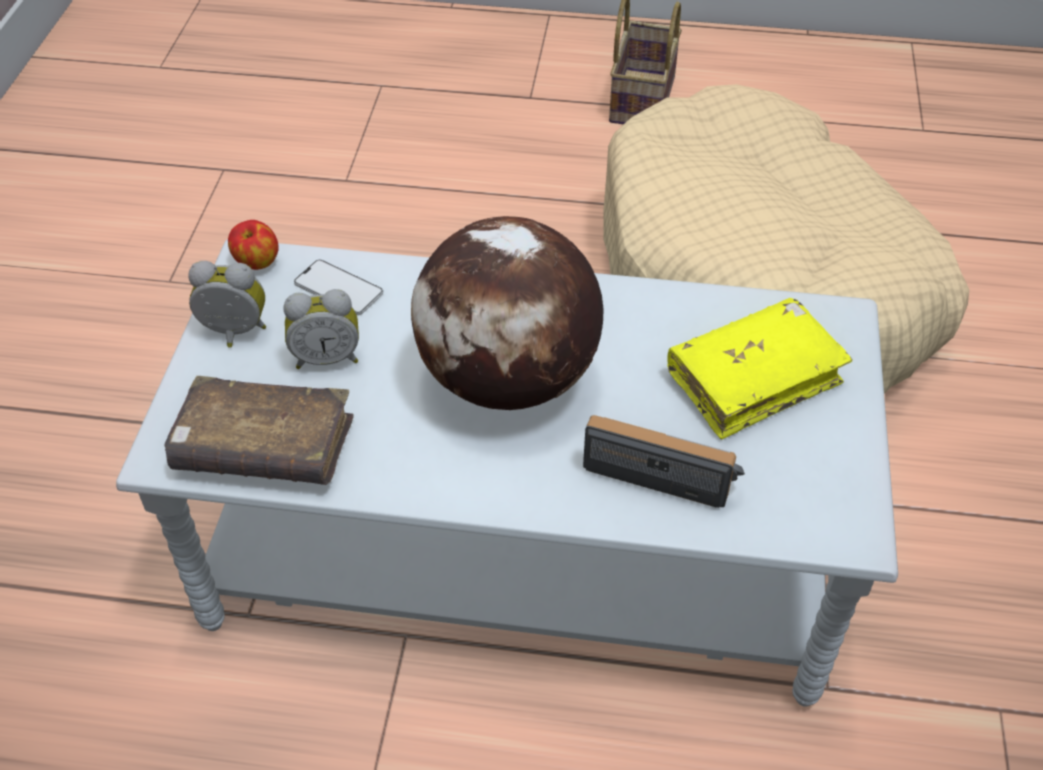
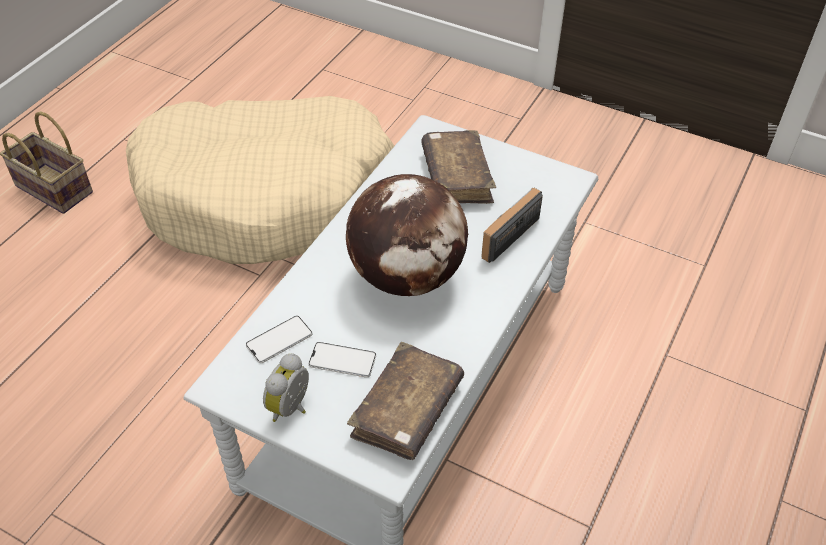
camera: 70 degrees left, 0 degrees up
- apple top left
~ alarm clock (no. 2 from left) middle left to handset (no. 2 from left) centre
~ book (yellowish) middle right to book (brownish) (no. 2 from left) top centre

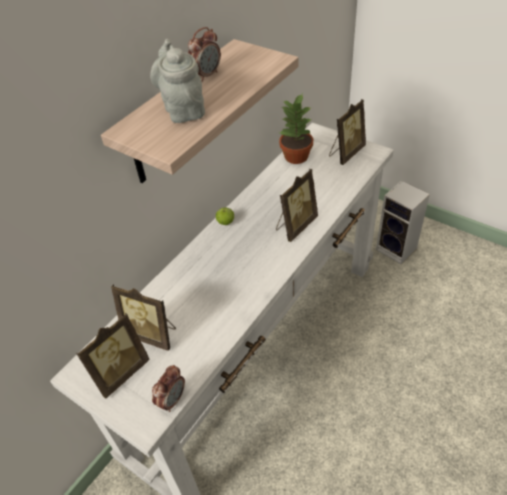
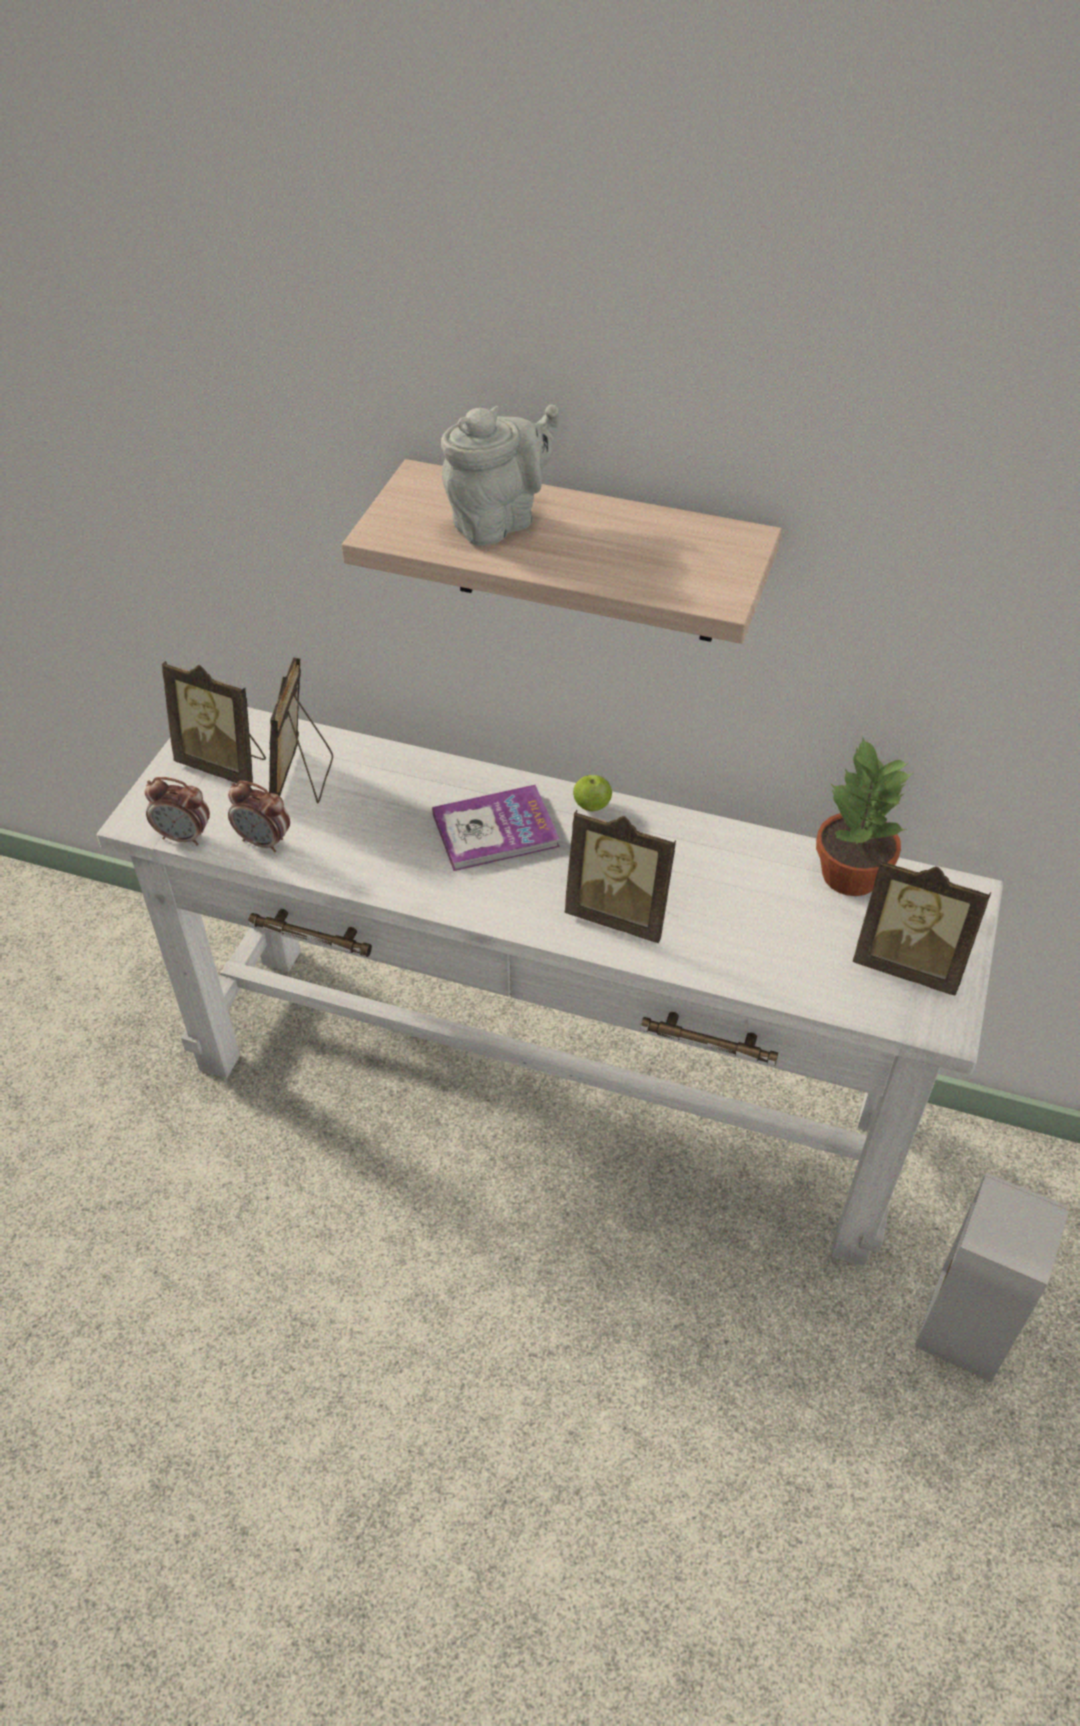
camera: 70 degrees right, 0 degrees up
~ alarm clock (no. 2 from left) top centre to middle left
+ book centre

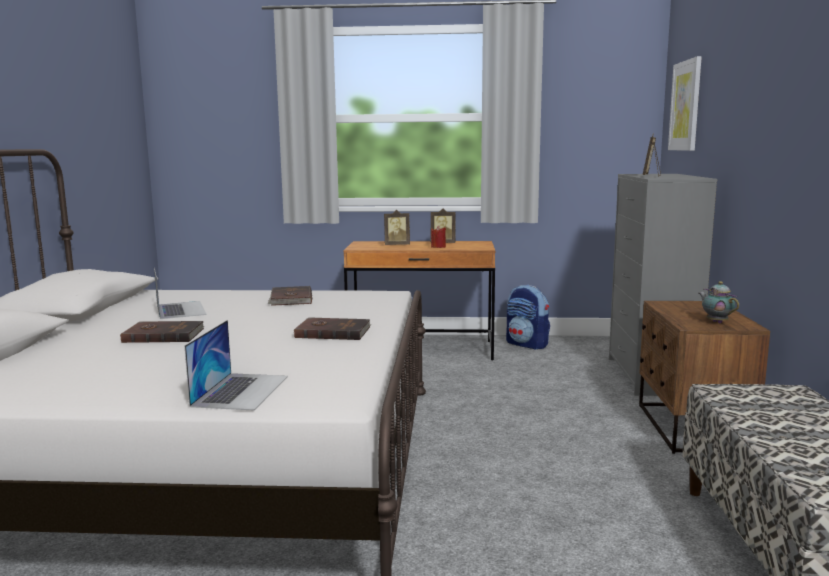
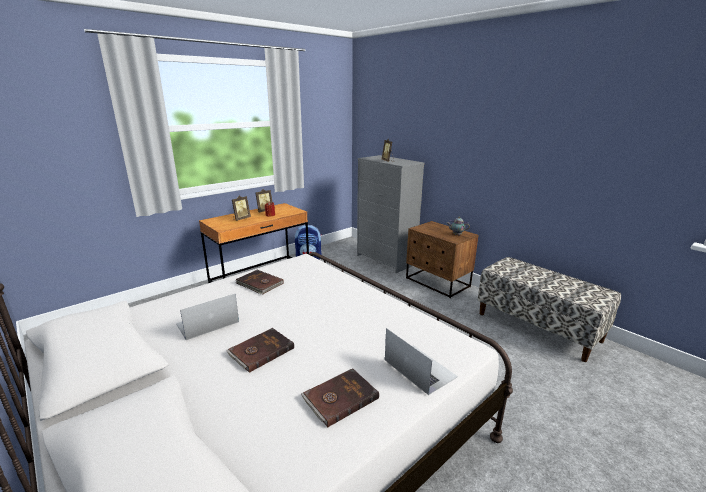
camera: 45 degrees left, 10 degrees up
~ laptop (no. 1 from left) middle left = middle left 60 degrees counterclockwise
~ book (brownish) (no. 3 from left) centre to bottom centre
- wall picture top right

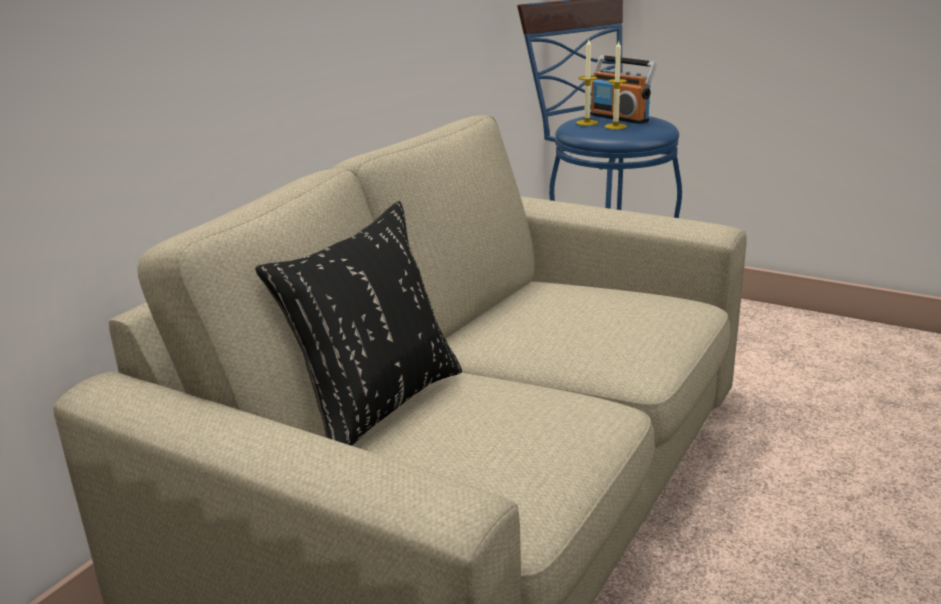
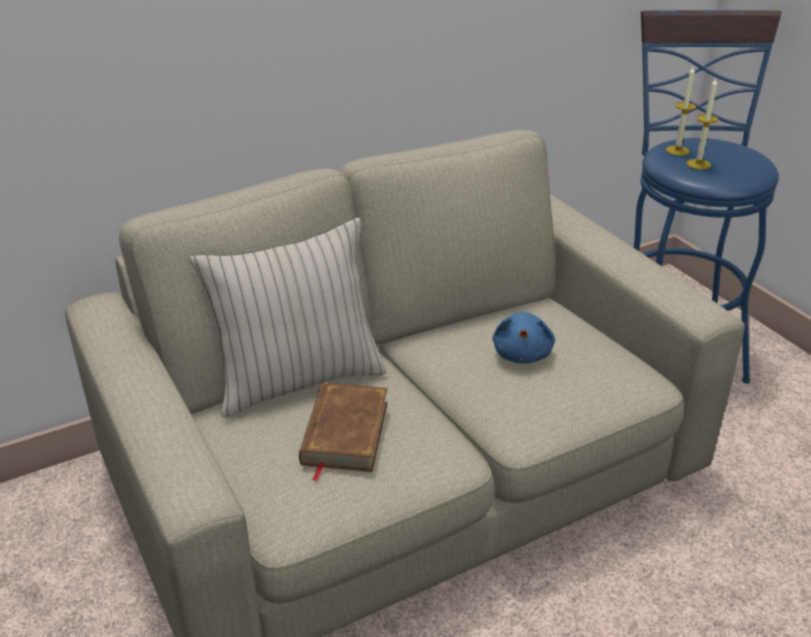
camera: 30 degrees right, 10 degrees up
~ pillow (black) centre to pillow (beige-coloured) centre
- radio receiver top centre
+ book (brownish) bottom centre
+ plush toy (bluish) centre

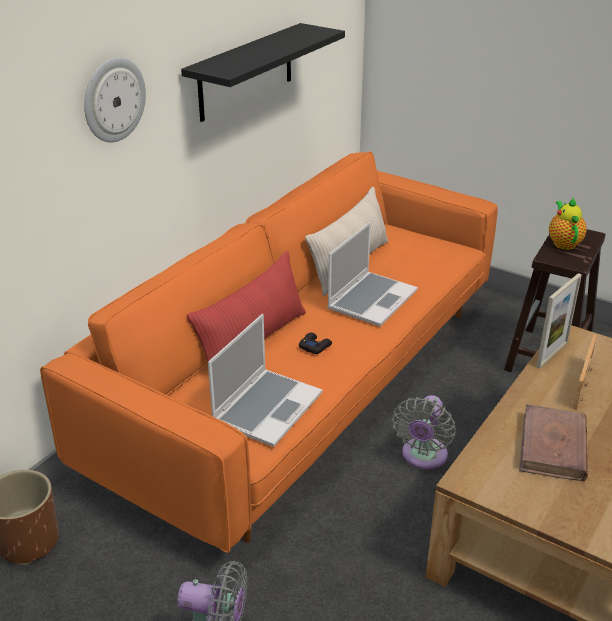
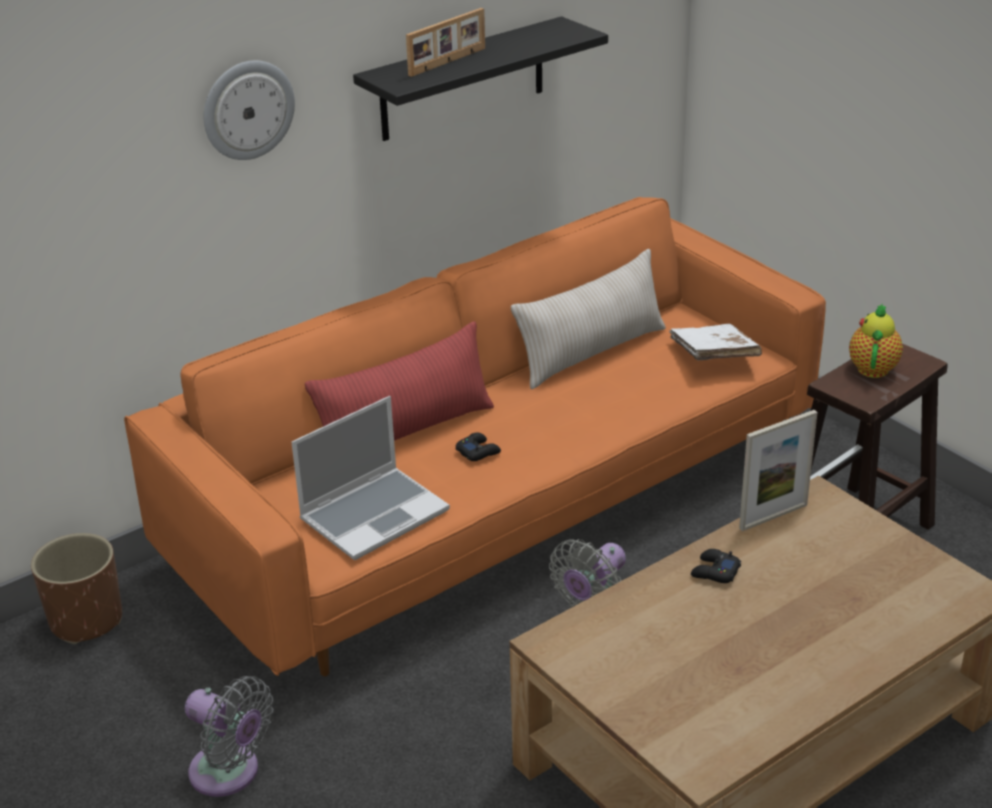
camera: 20 degrees right, 0 degrees up
- laptop (no. 2 from left) centre
- book (brownish) bottom right
~ standing frame (no. 2 from left in the first image) middle right to standing frame (no. 1 from left) top centre
+ book (white) middle right
+ game controller (black) (no. 2 from left) bottom right

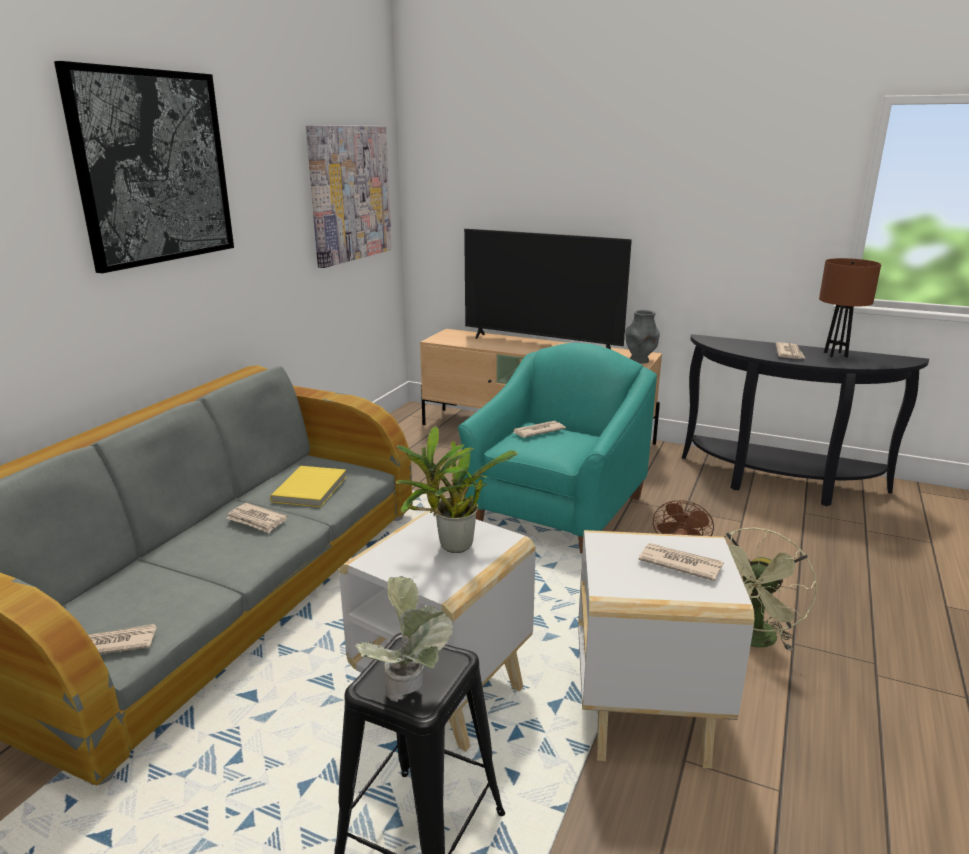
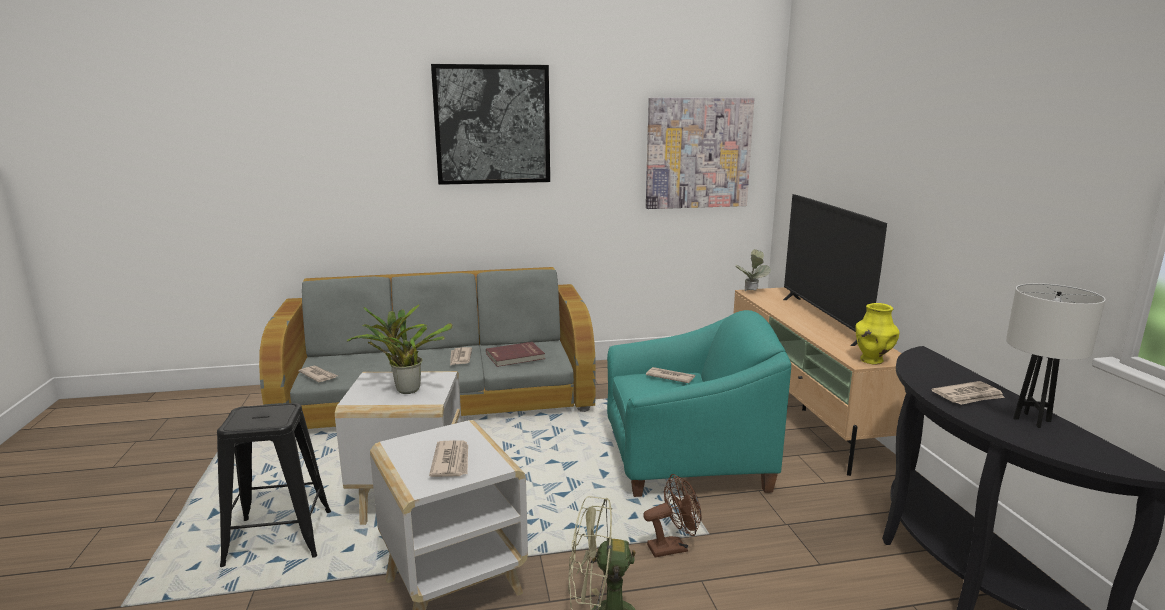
camera: 55 degrees right, 5 degrees down
~ book (yellowish) middle left to book (red) centre
~ plant in a pot (no. 1 from left in the first image) bottom centre to plant in a pot (no. 2 from left) centre
~ vase (gray) centre to vase (yellowish) middle right
~ lamp for a table (brownish) middle right to lamp for a table (white) middle right

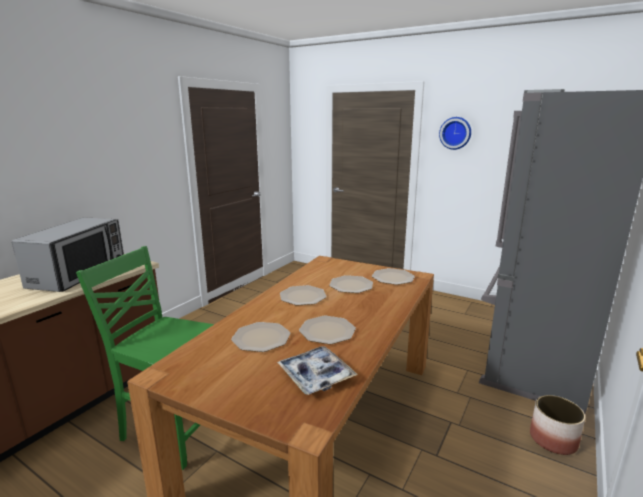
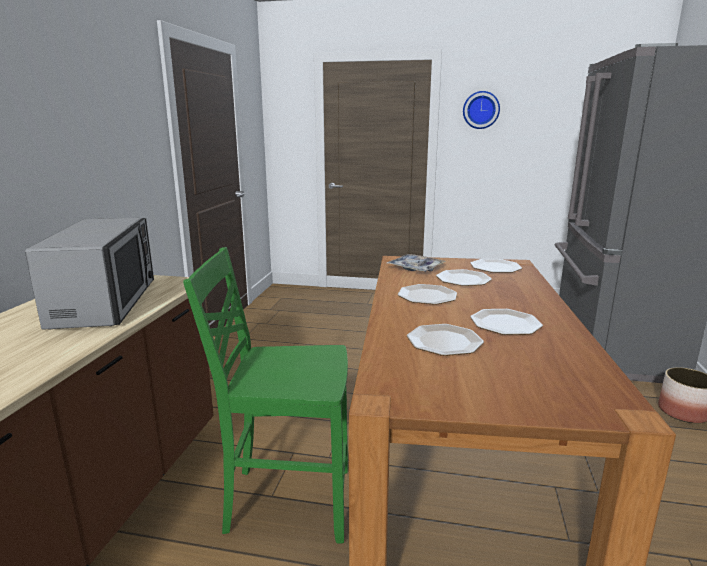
camera: 20 degrees left, 0 degrees up
~ carrying tray bottom centre to centre

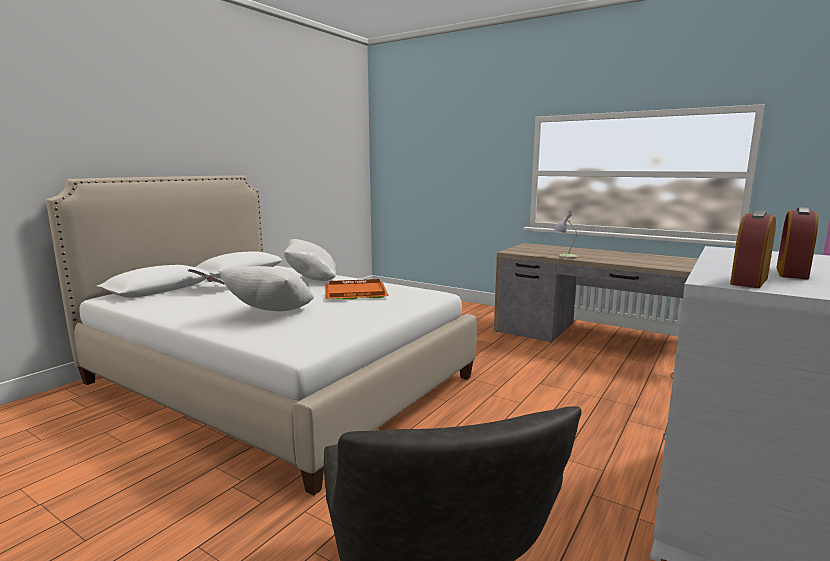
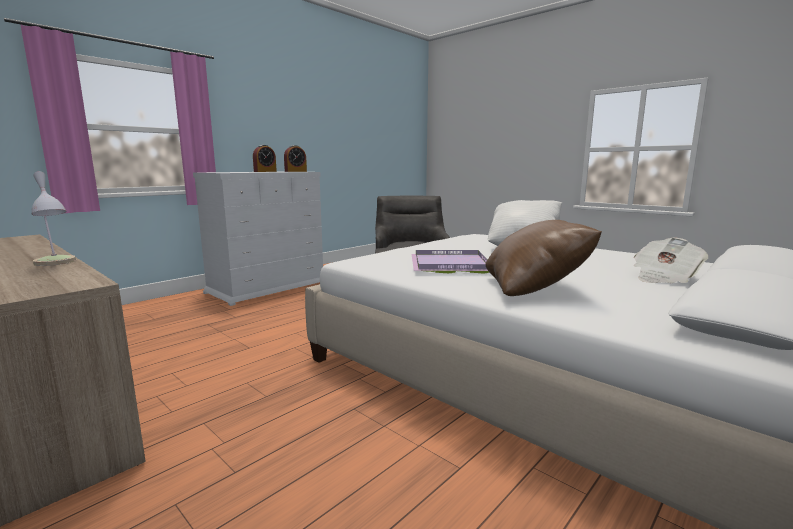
camera: 170 degrees left, 0 degrees up
~ pillow (white) (no. 2 from left) centre to pillow (brownish) middle right
~ carrying tray (orangey) centre to carrying tray (purplish) centre

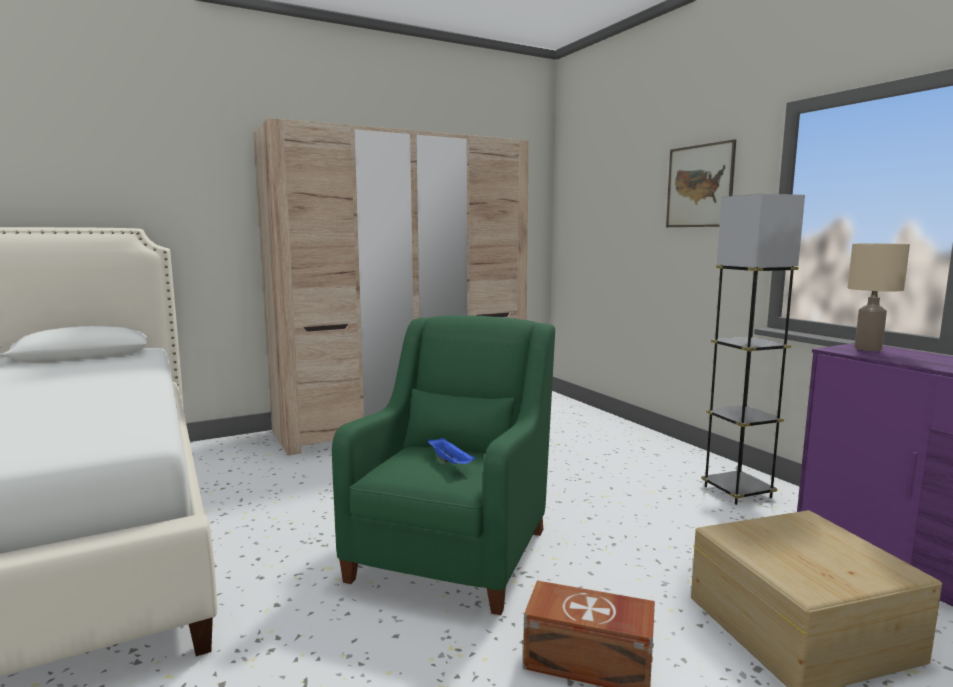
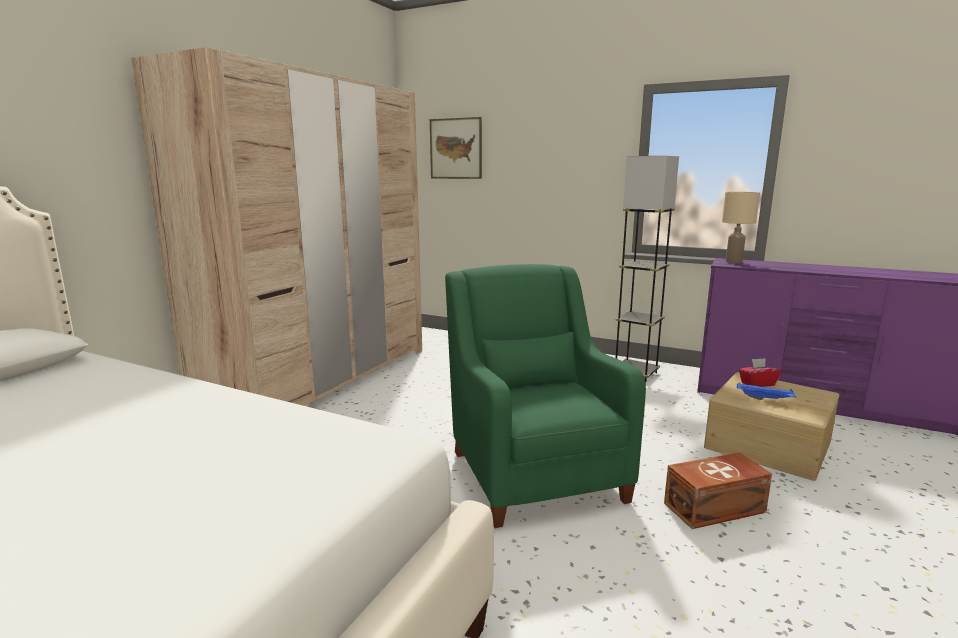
camera: 35 degrees left, 5 degrees up
~ carrying tray (bluish) centre to middle right
~ wall picture top right to top centre
+ tissue box (red) middle right

